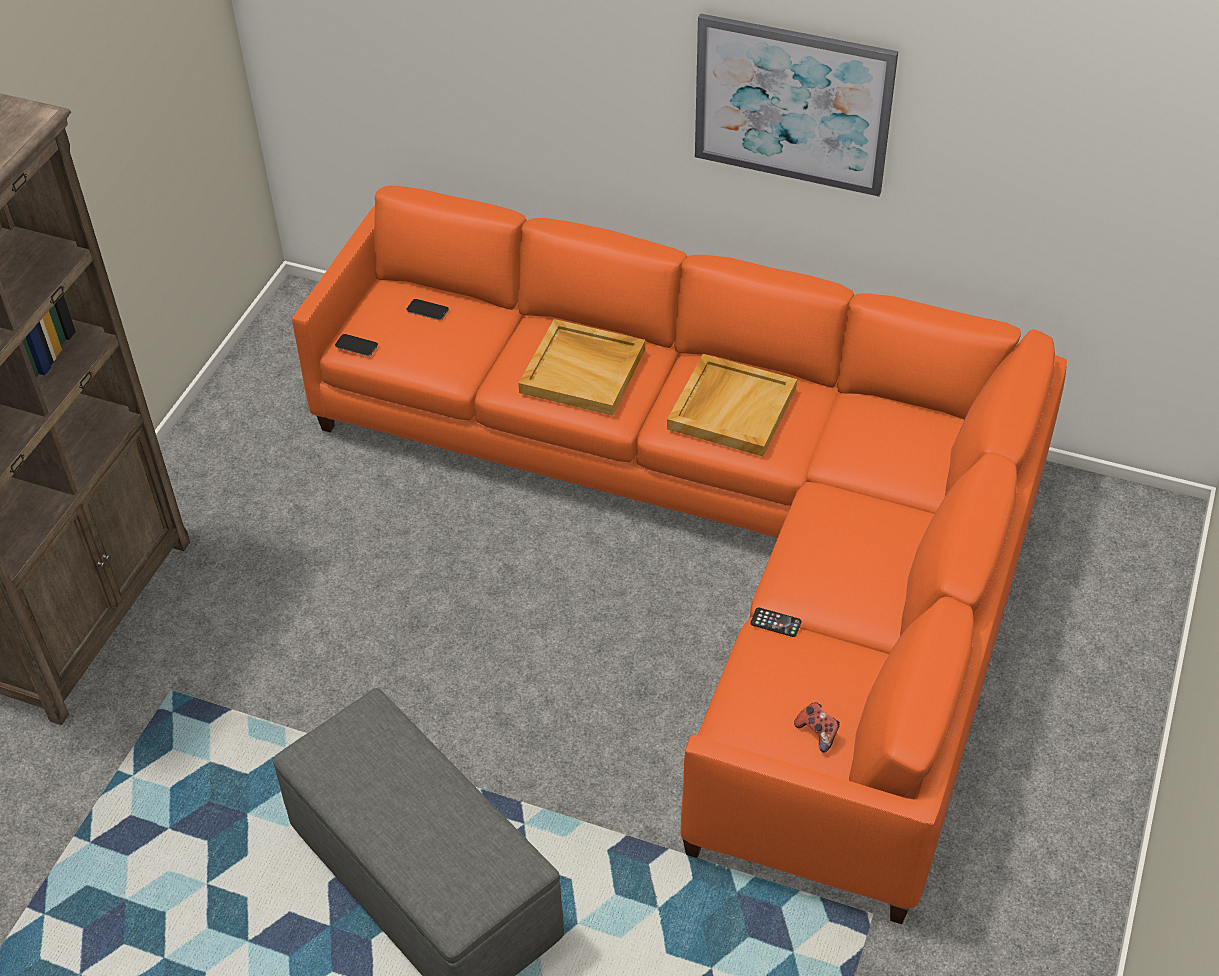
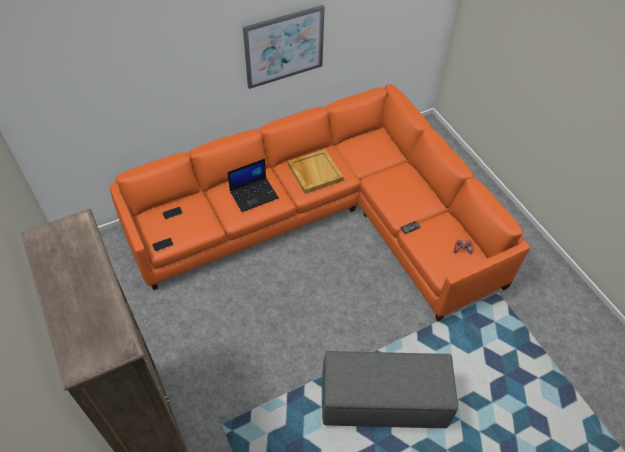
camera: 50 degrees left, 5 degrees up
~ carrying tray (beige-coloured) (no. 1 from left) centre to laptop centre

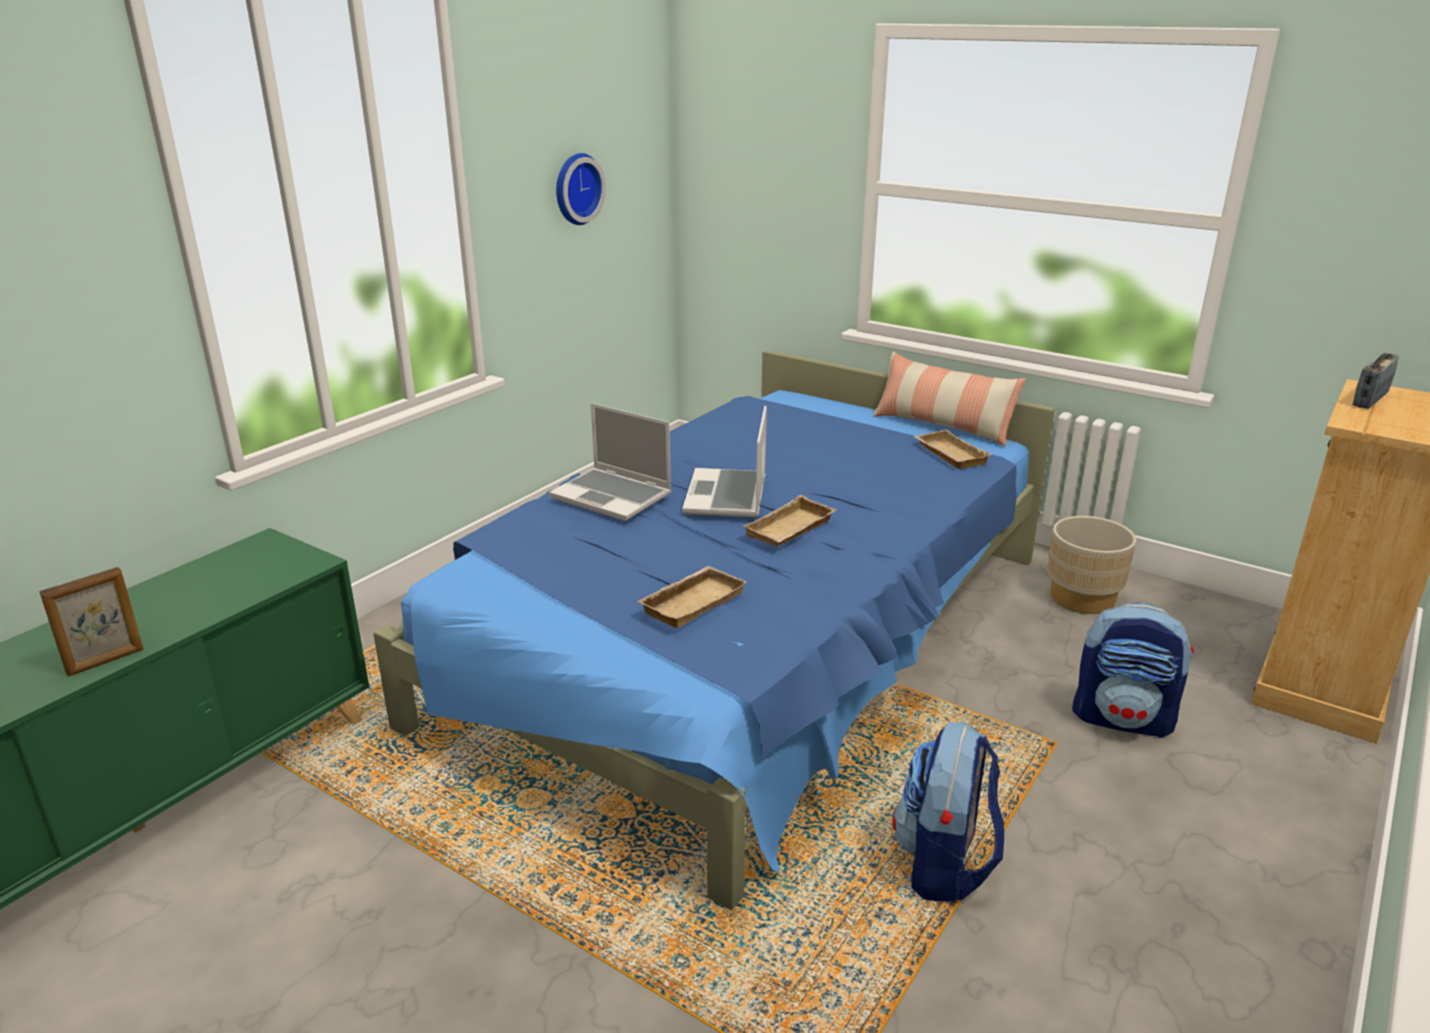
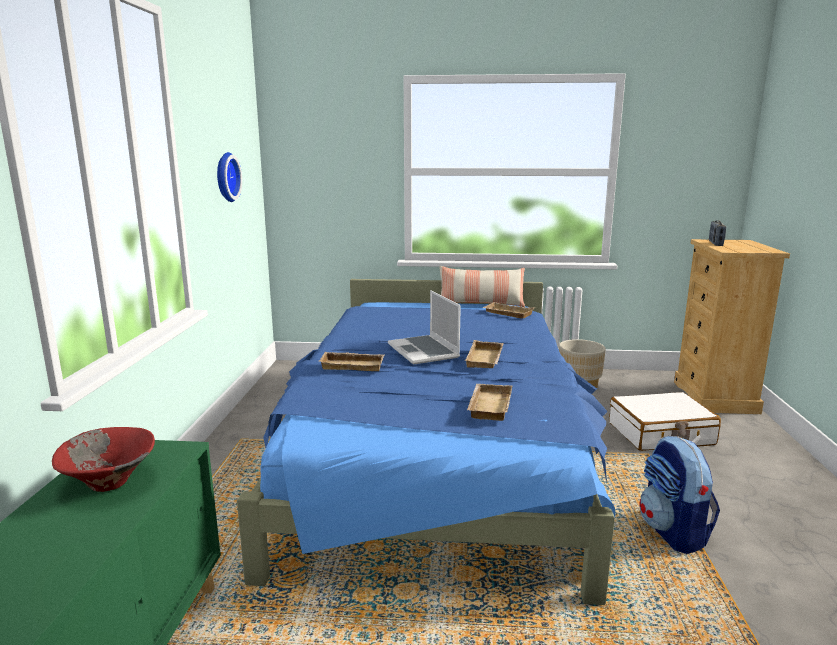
camera: 30 degrees left, 10 degrees down
- standing frame middle left
~ laptop (no. 1 from left) centre to carrying tray (beige-coloured) (no. 1 from left) centre
~ backpack (no. 2 from left) middle right to piece of luggage (white) middle right
+ deep dish (red) bottom left

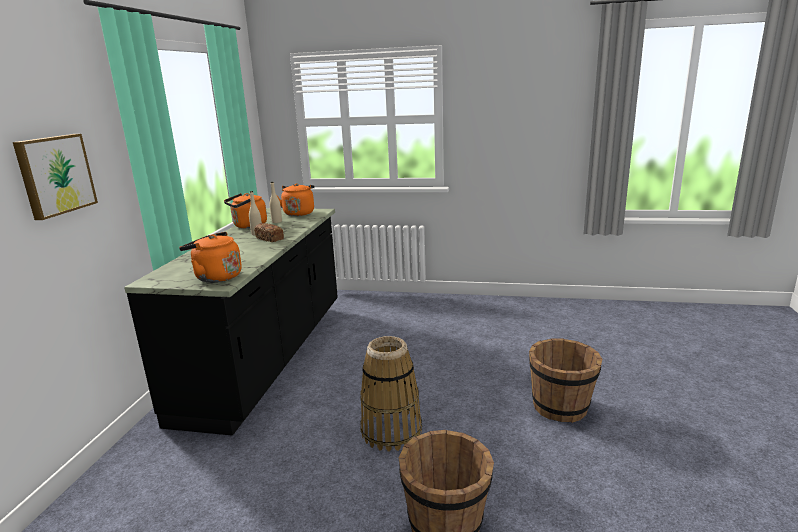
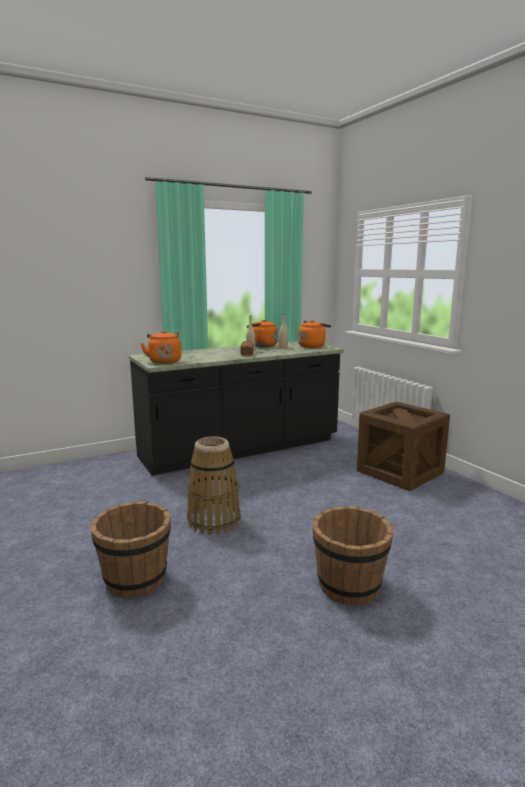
camera: 50 degrees right, 5 degrees down
- wall picture top left
+ crate middle right

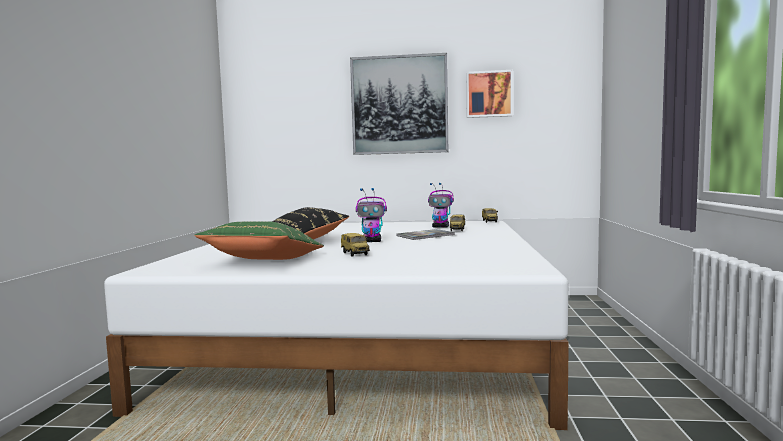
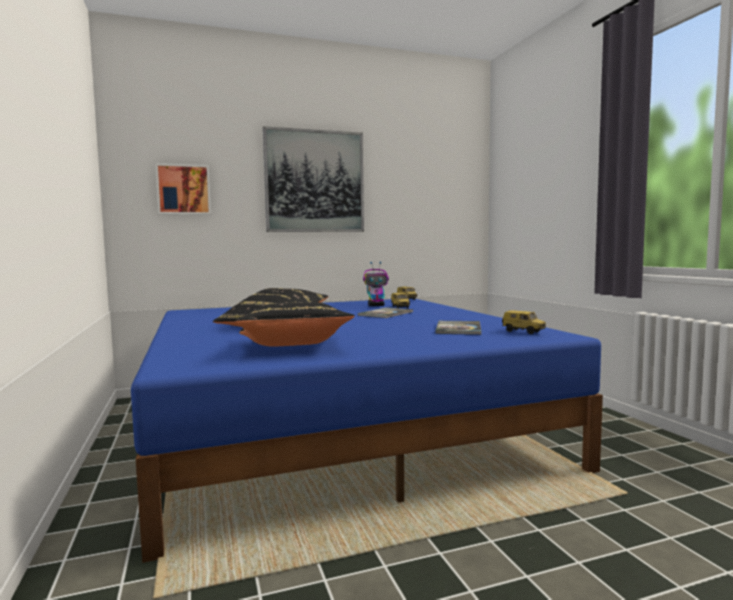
camera: 25 degrees left, 0 degrees up
~ bed (white) bottom centre to bed (bluish) bottom centre
~ pillow (greenish) middle left to pillow (black) (no. 2 from left) centre
~ toy car (no. 1 from left in the first image) centre to toy car (no. 3 from left) middle right
- toy robot (no. 1 from left) centre
~ wall picture (no. 2 from left in the first image) top centre to wall picture (no. 1 from left) top left
+ book (no. 2 from left) centre

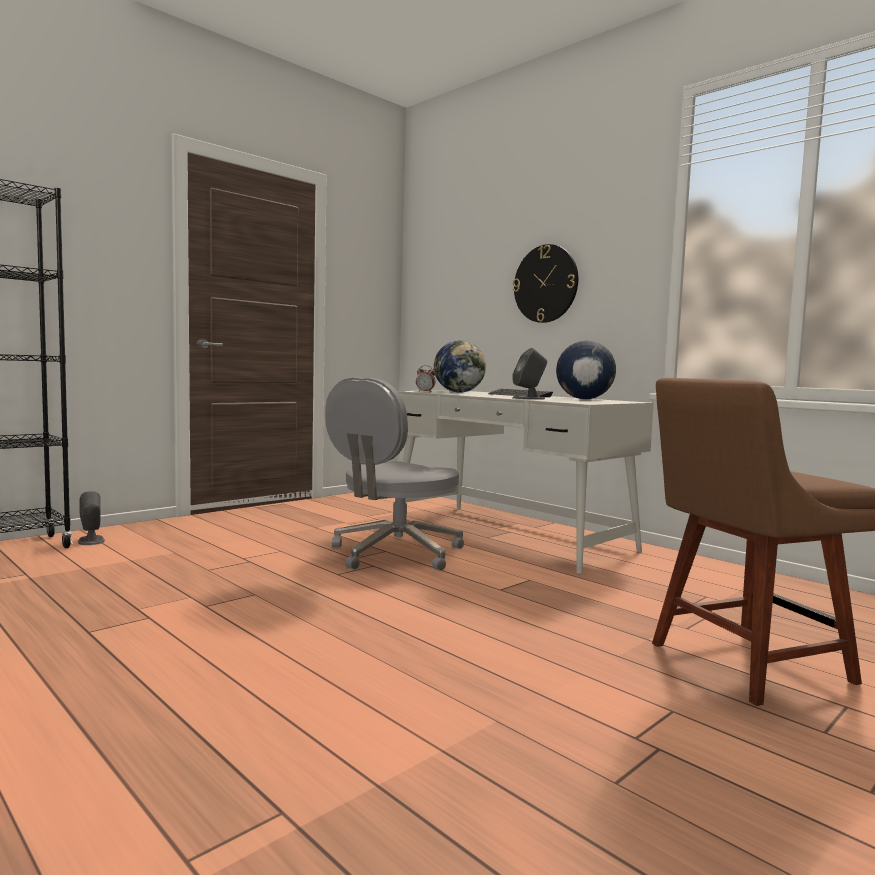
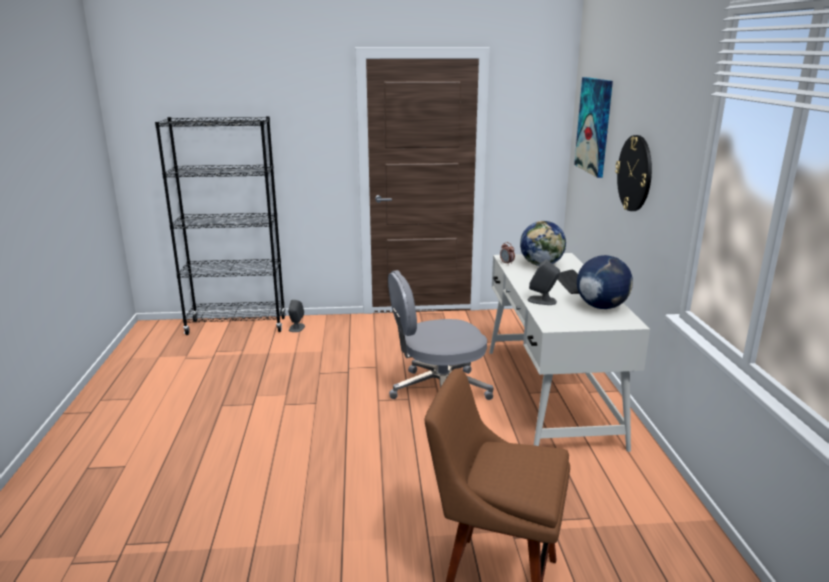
camera: 40 degrees right, 15 degrees up
+ wall picture top right

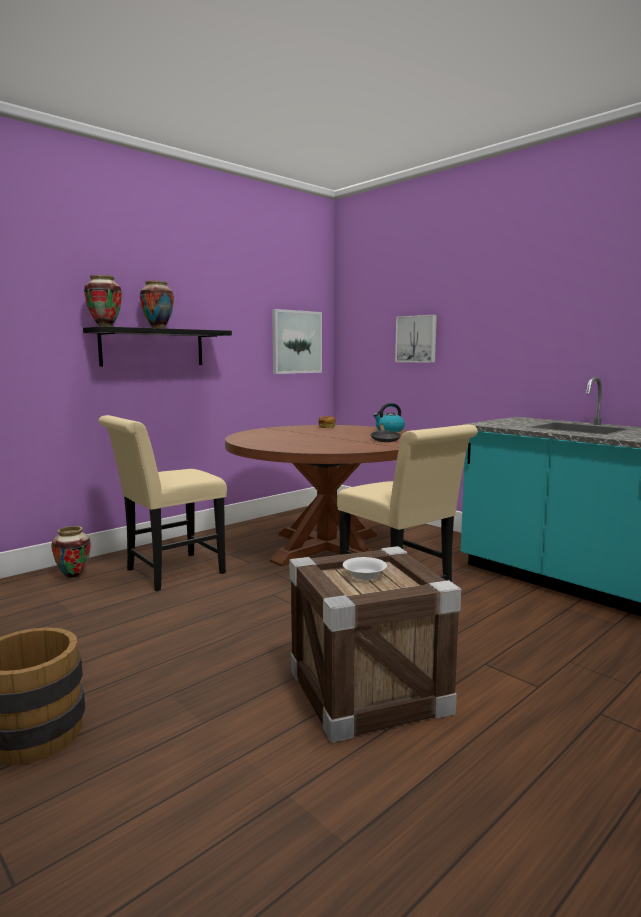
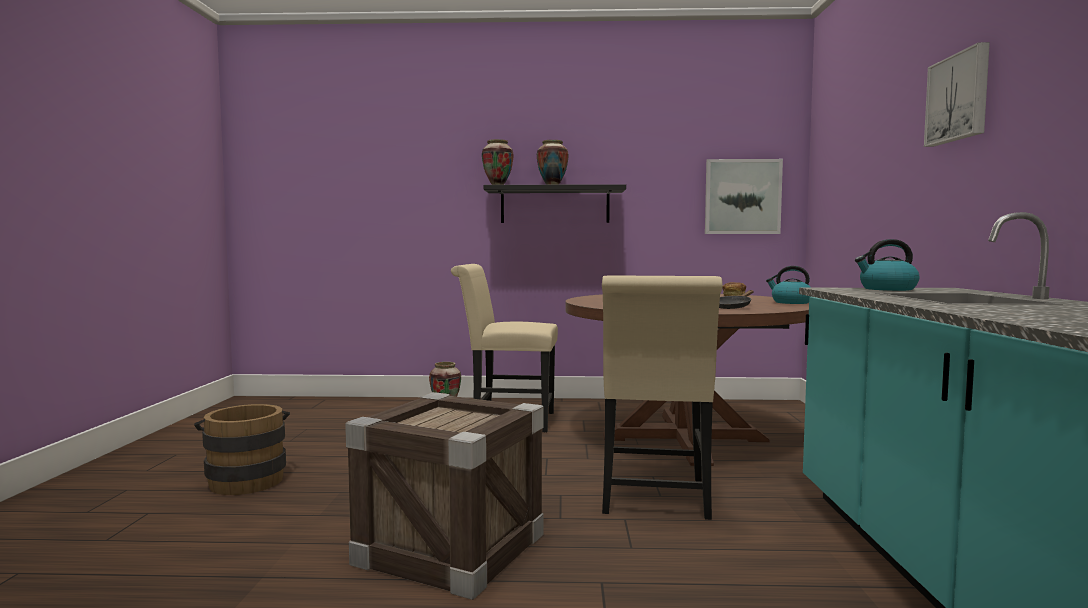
camera: 45 degrees right, 5 degrees down
- deep dish (white) centre
~ wall picture (no. 2 from left) centre to top right
+ tea kettle (no. 2 from left) middle right

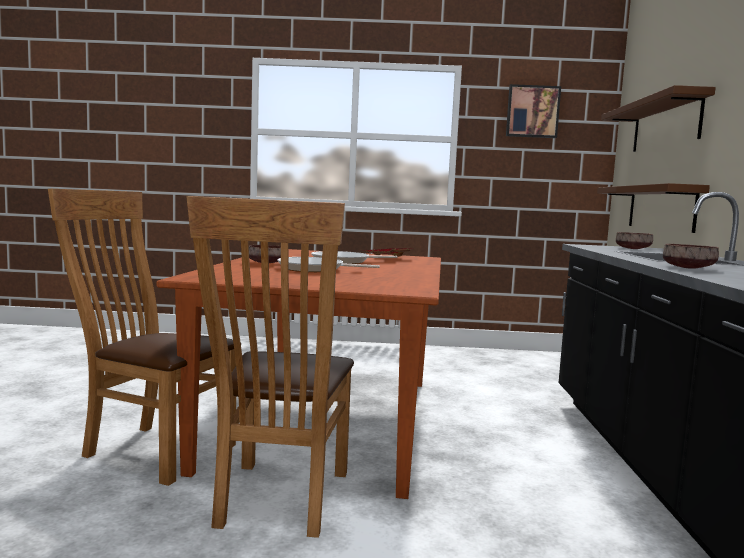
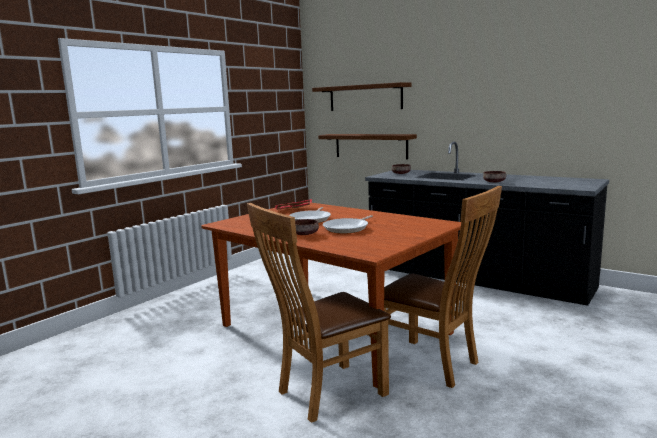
camera: 55 degrees left, 5 degrees up
- wall picture top right

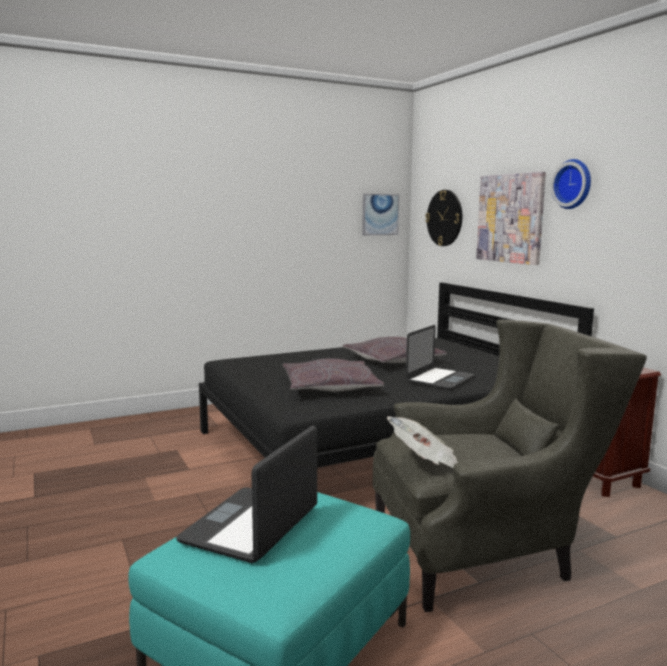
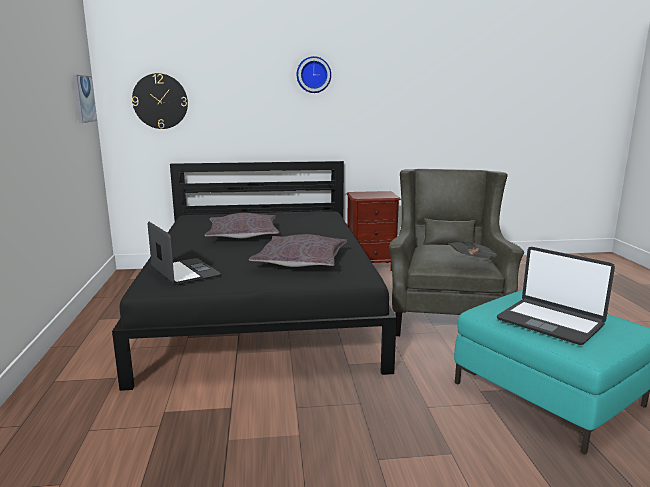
camera: 70 degrees left, 5 degrees up
~ laptop (no. 2 from left in the first image) centre to laptop (no. 1 from left) middle left
- wall picture (no. 2 from left) top right

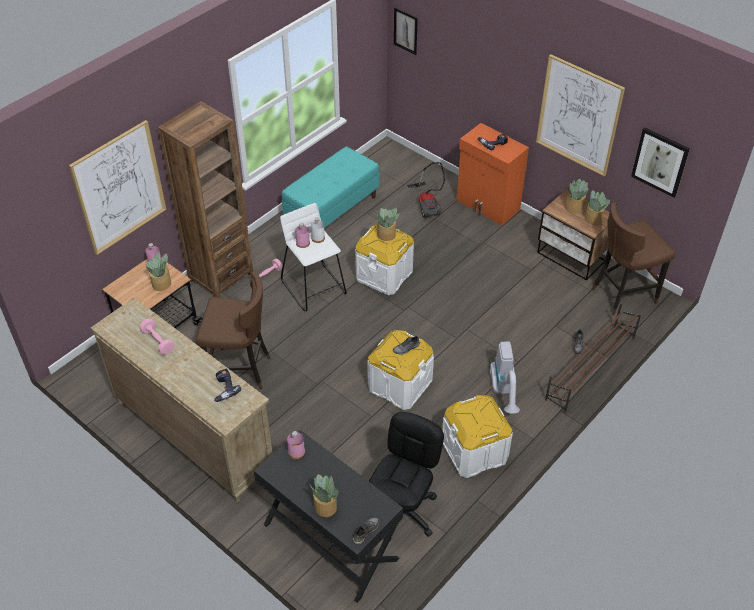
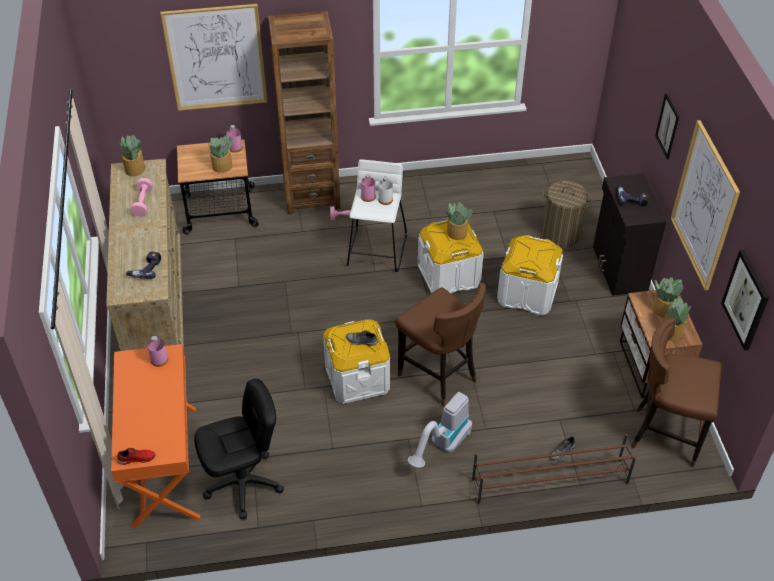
camera: 40 degrees right, 0 degrees up
~ stool (brownish) (no. 1 from left) middle left to centre
~ desk unit (black) bottom centre to desk unit (orangey) bottom left
- long seat (blue-green) top centre
~ plant in a pot (no. 2 from left in the first image) bottom centre to plant in a pot (no. 1 from left) top left
~ low shoe (gray) (no. 1 from left) bottom centre to low shoe (red) bottom left
~ wall picture (no. 2 from left) top centre to top right
~ vacuum cleaner (no. 1 from left) top centre to hamper middle right
~ storage bin (white) (no. 3 from left) bottom centre to middle right
~ cupboard (orangey) top centre to cupboard (black) middle right

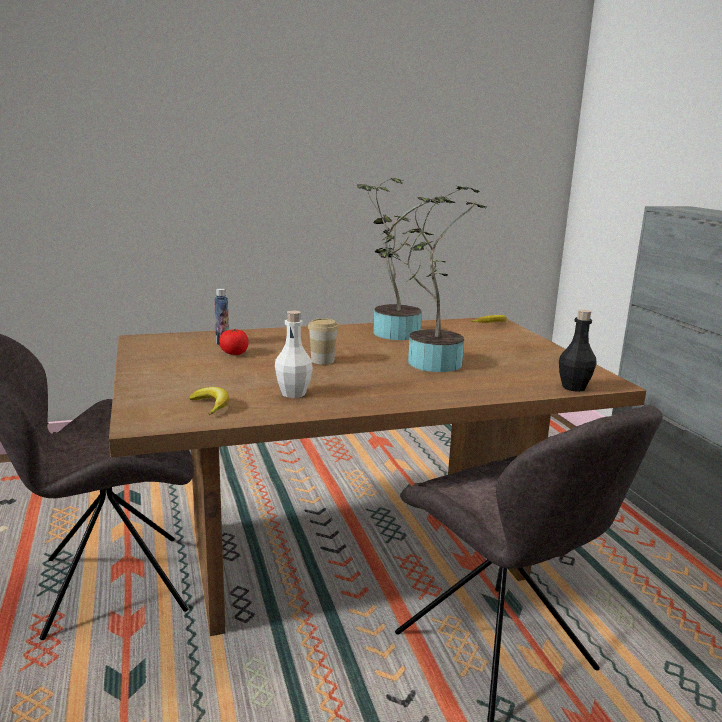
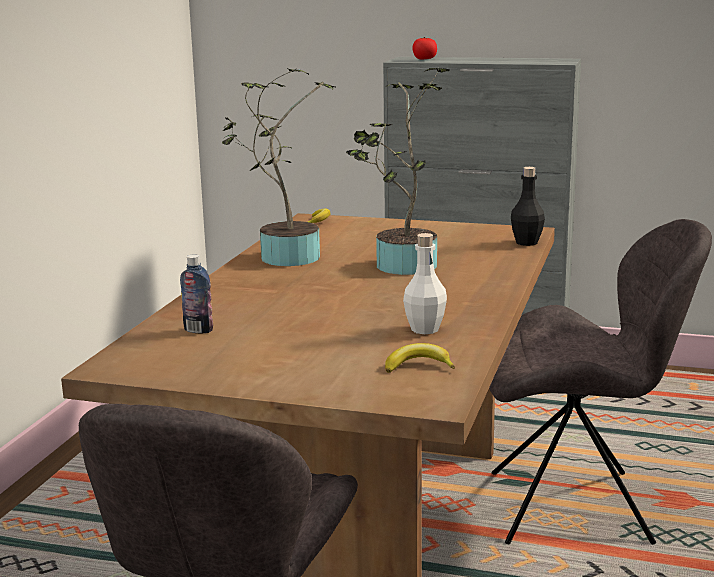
camera: 55 degrees left, 0 degrees up
~ fresh tomato middle left to top centre
- drinking cup centre

